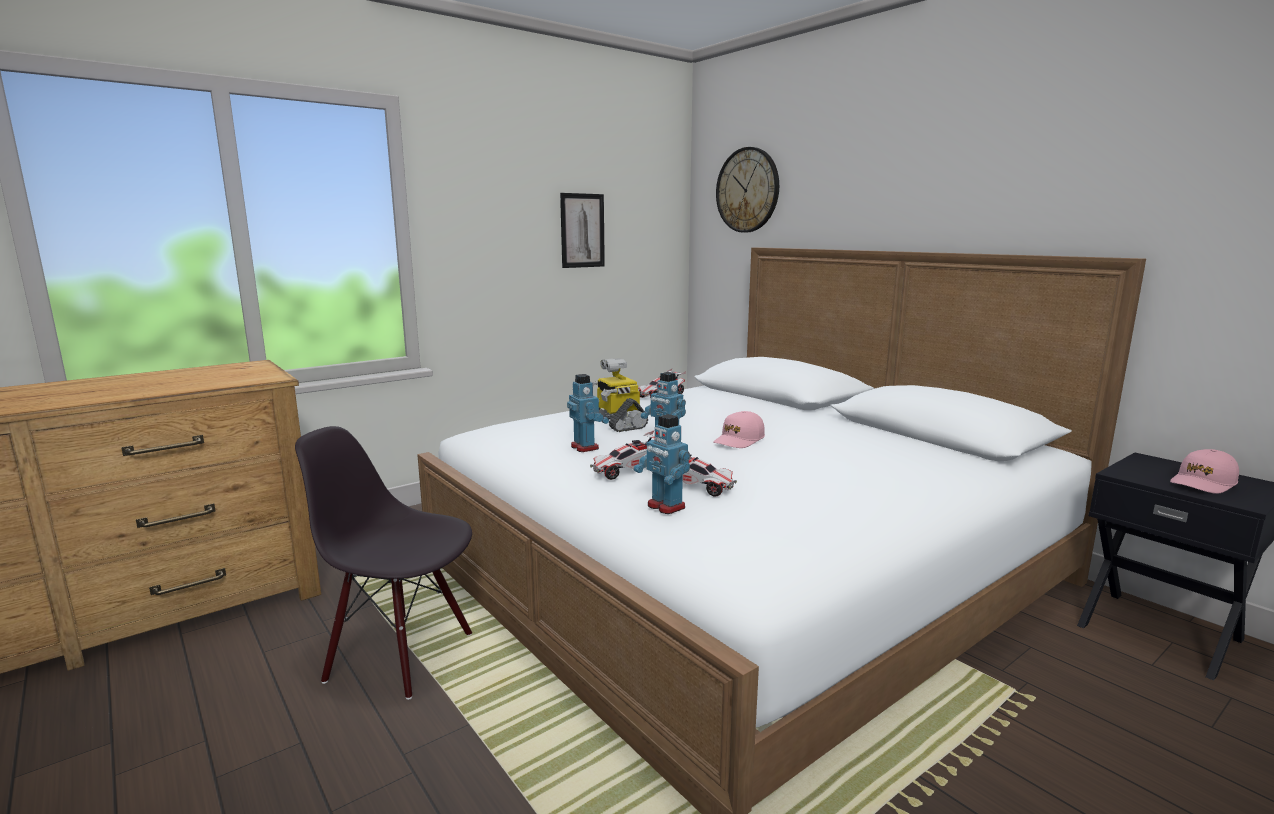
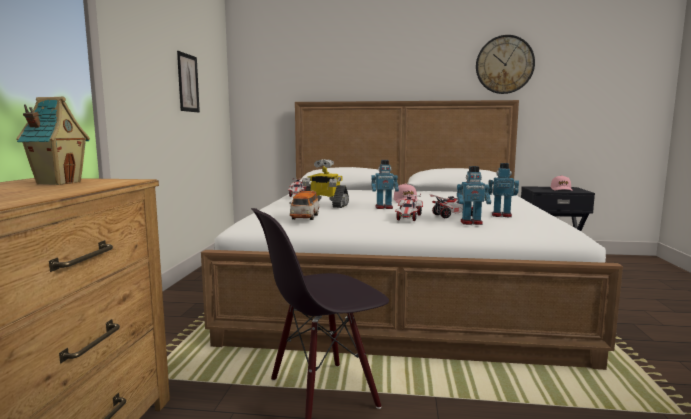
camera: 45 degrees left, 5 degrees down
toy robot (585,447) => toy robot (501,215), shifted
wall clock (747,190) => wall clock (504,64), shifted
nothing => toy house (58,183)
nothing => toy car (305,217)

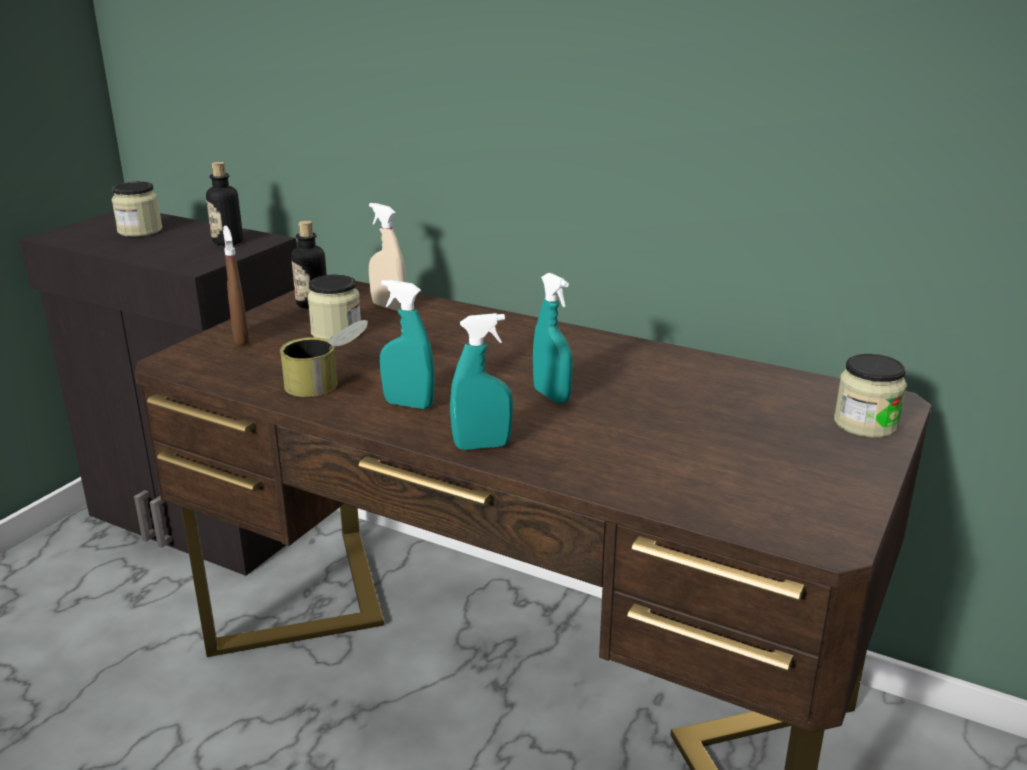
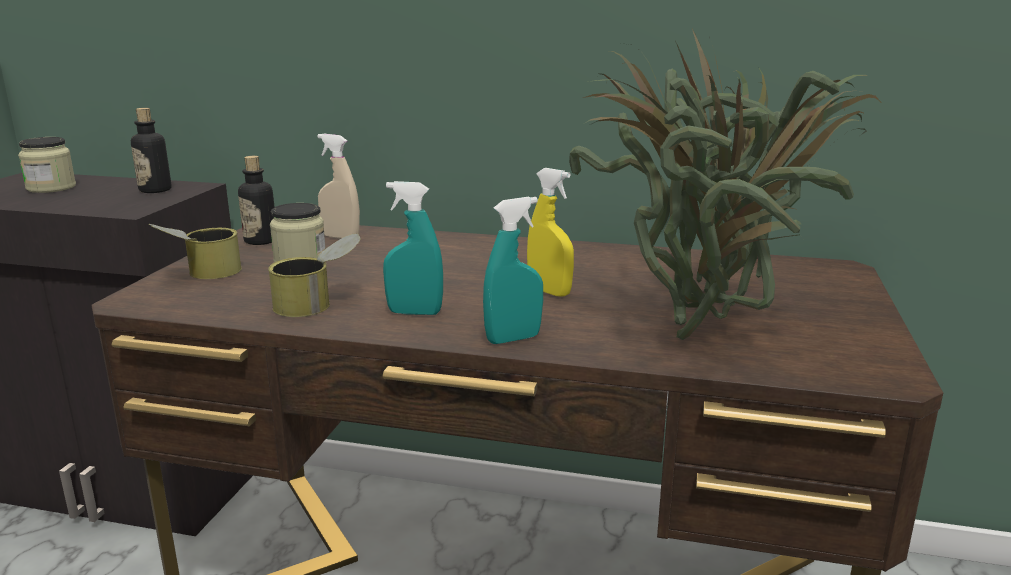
camera: 15 degrees left, 5 degrees down
brown spray bottle (241,338) => can (200,275)
turquoise spray bottle (551,396) => yellow spray bottle (549,292)
jar (865,424) => nothing
nothing => potted plant (712,332)

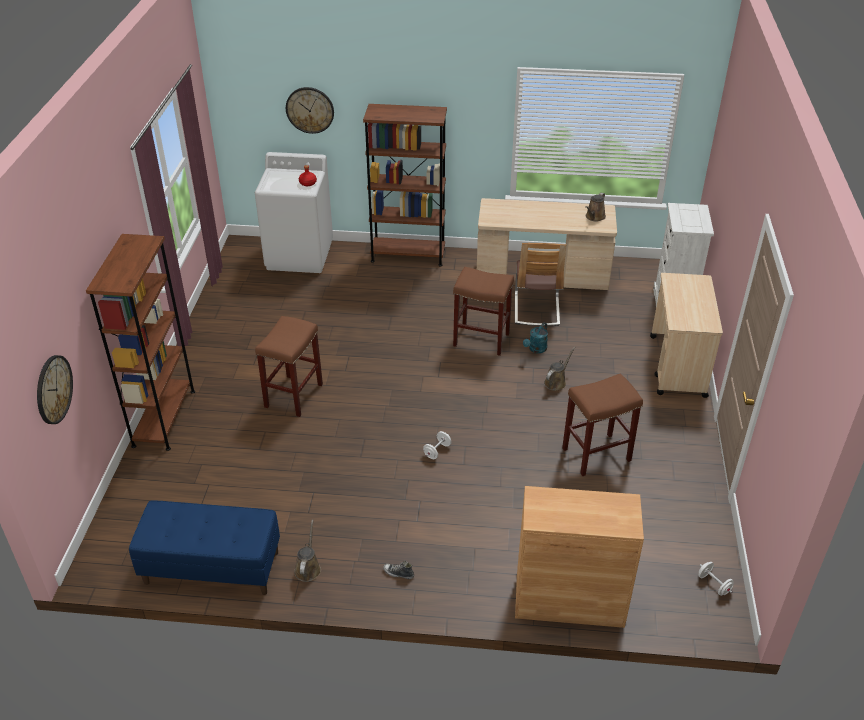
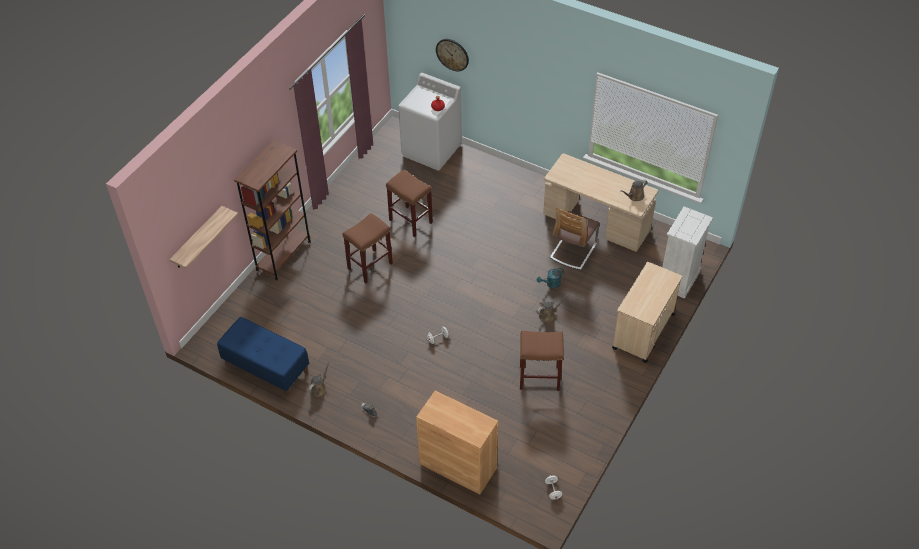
camera: 25 degrees right, 10 degrees up
wall clock (53,389) => shelf (197,238)
brown bookcase (408,255) => nothing
brown stool (480,340) => brown stool (410,221), shifted

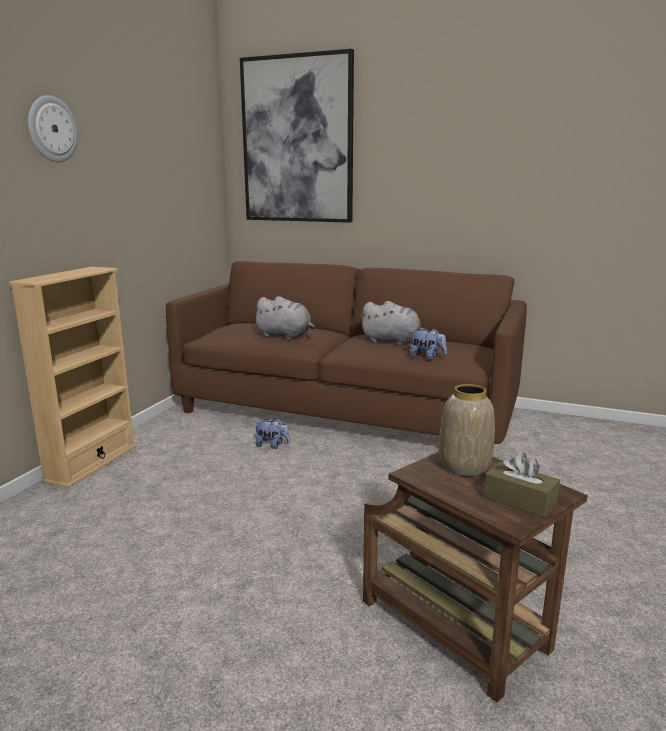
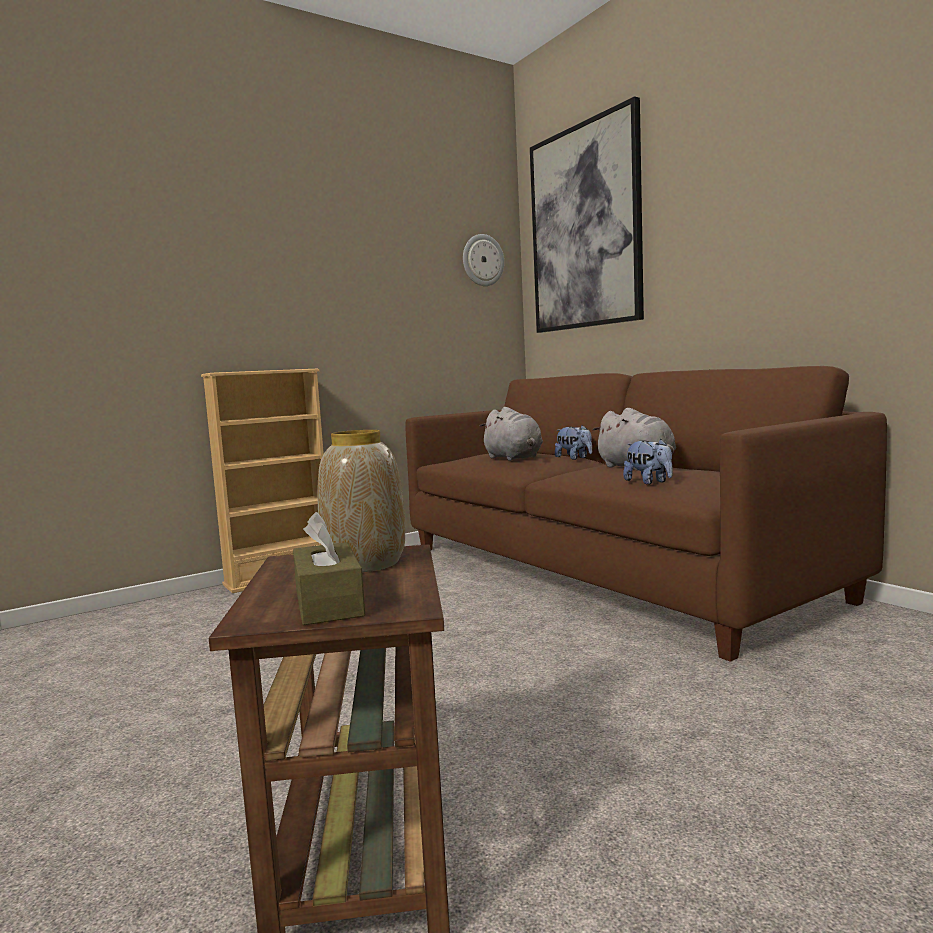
camera: 35 degrees right, 10 degrees down
wall clock (52,129) => wall clock (482,260), shifted
plush toy (272,445) => plush toy (574,458), shifted

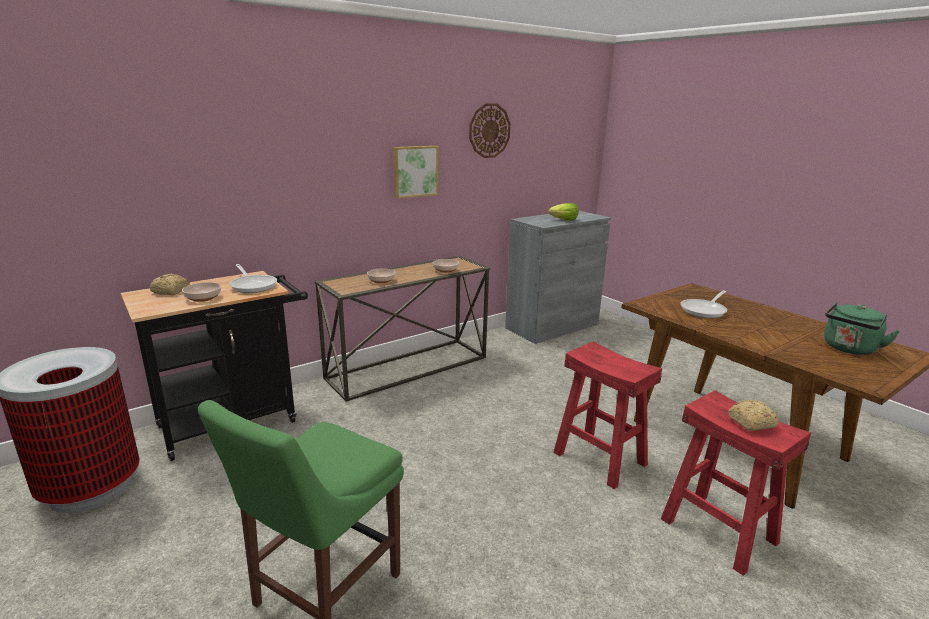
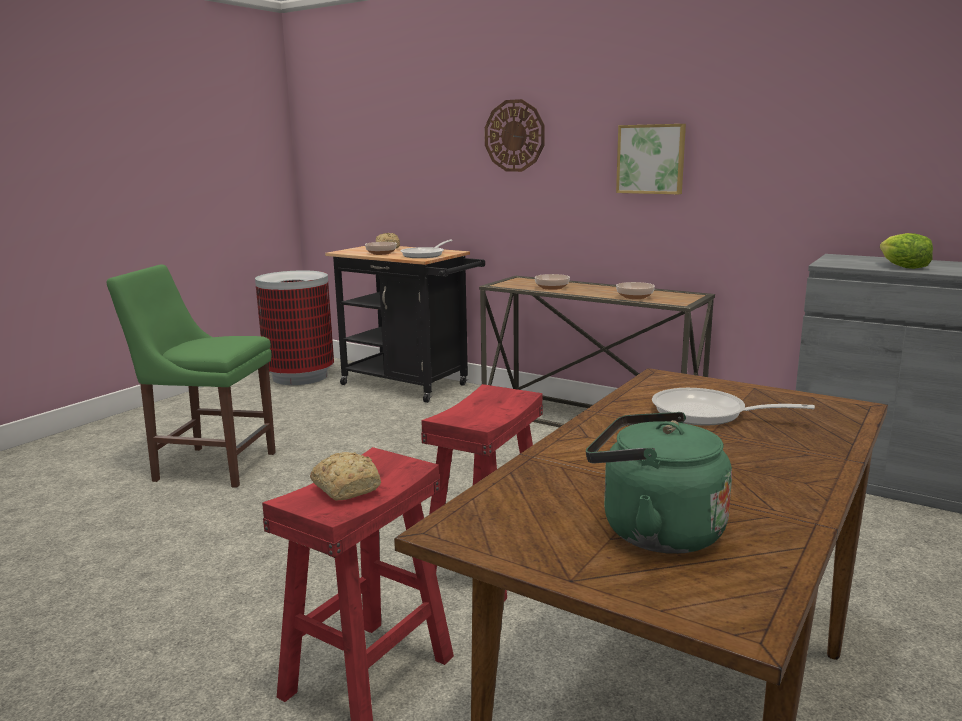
camera: 70 degrees right, 5 degrees down
wall clock (489,130) => wall clock (514,136), shifted

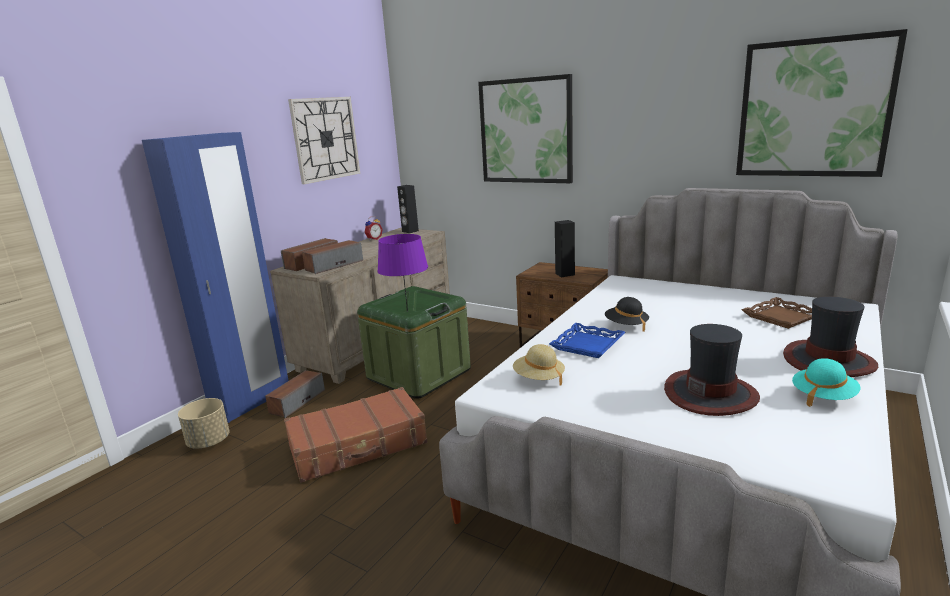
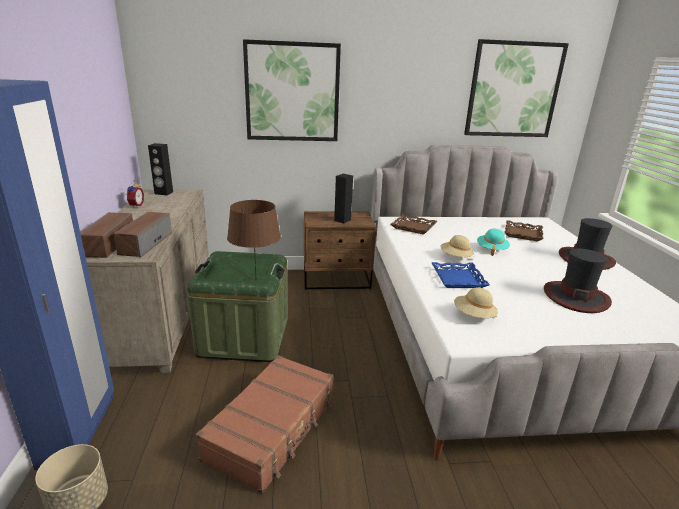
camera: 40 degrees left, 5 degrees up
speaker (297,401) => nothing
wall clock (325,139) => nothing
purple table lamp (407,311) => brown table lamp (255,279)
black hat (626,325) => beige hat (455,257)
turquoise hat (823,396) => turquoise hat (491,249), shifted
nothing => brown tray (413,227)

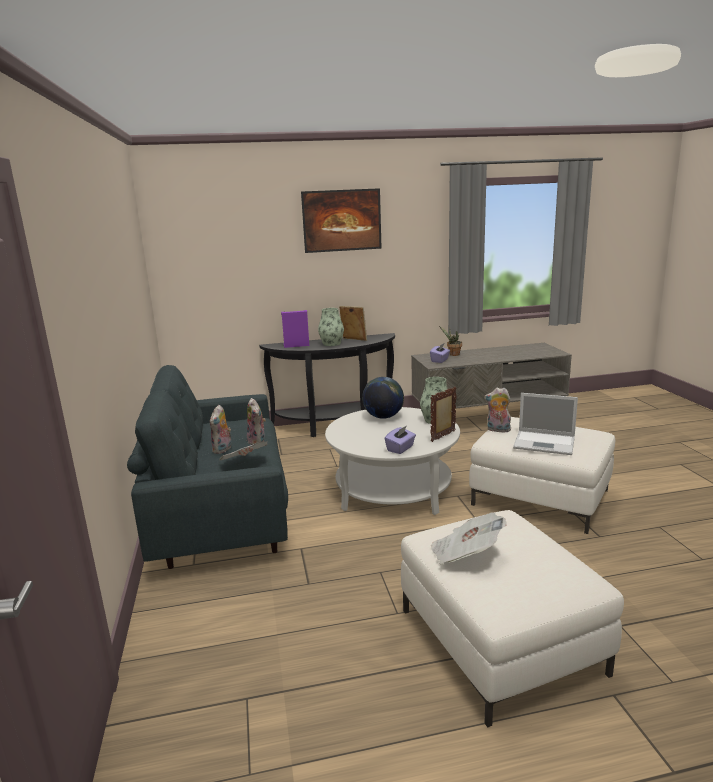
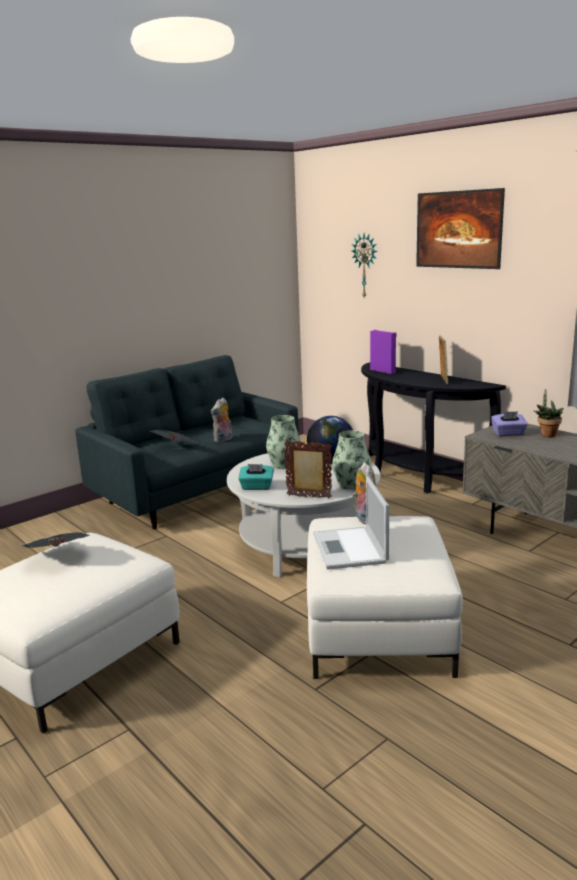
camera: 60 degrees right, 0 degrees up
plush toy (223,450) => nothing
vase (331,344) => vase (284,464), shifted
purple tissue box (400,448) => turquoise tissue box (256,487)
nothing => wall clock (366,265)

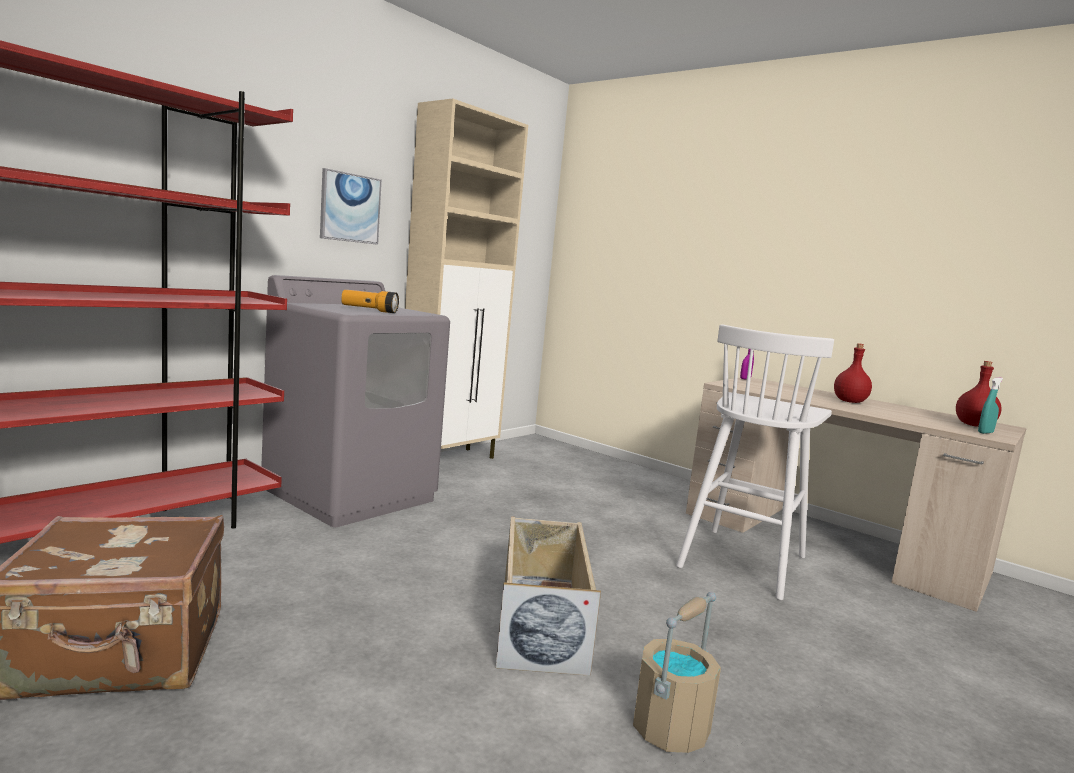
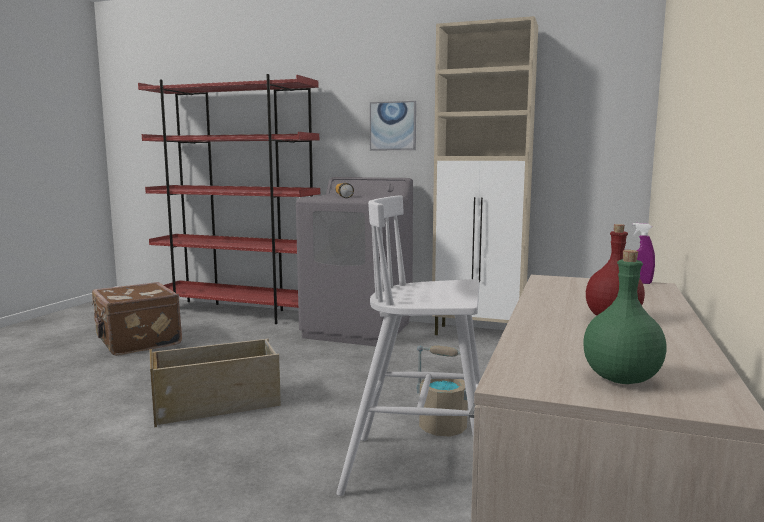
camera: 70 degrees right, 0 degrees up
beige bucket (669,729) => beige bucket (442,427), shifted
red bottle (973,425) => green bottle (620,378)
turquoise spray bottle (985,432) => nothing

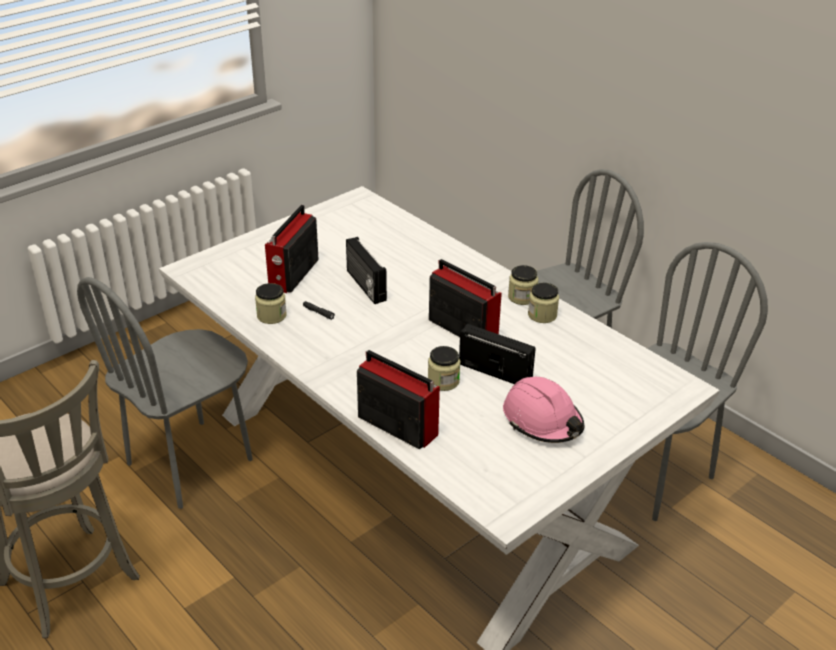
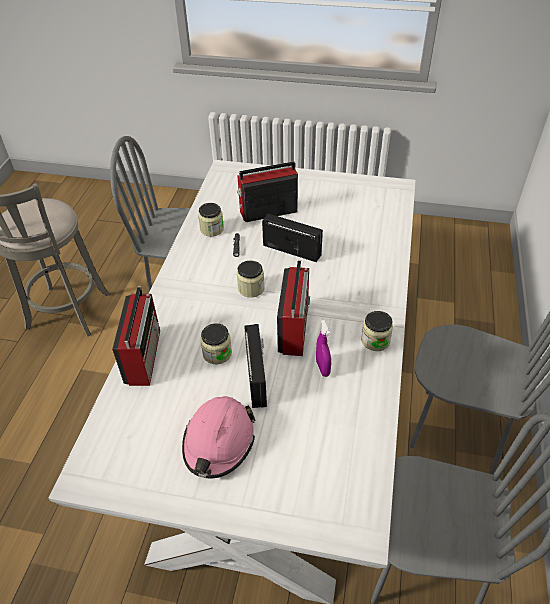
camera: 55 degrees right, 10 degrees up
radio (365,286) => radio (292,249), 90 degrees clockwise
jar (542,315) => jar (251,288), shifted
nothing => purple spray bottle (322,368)

